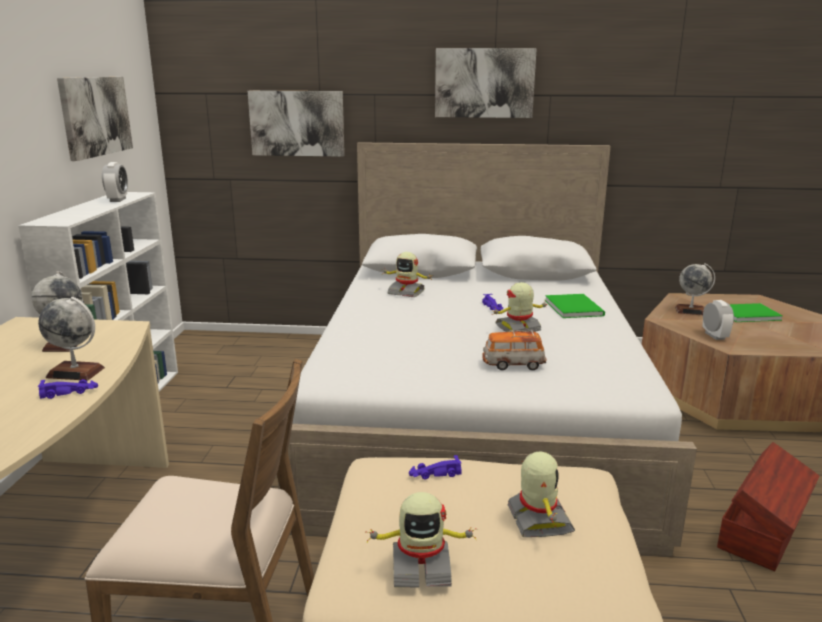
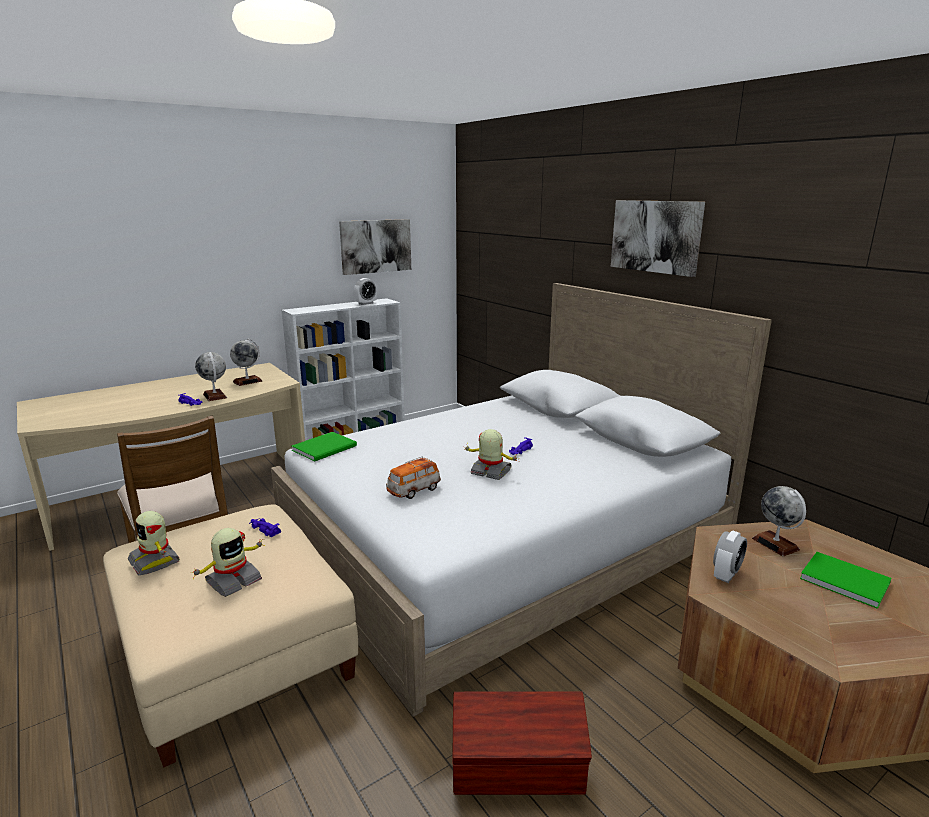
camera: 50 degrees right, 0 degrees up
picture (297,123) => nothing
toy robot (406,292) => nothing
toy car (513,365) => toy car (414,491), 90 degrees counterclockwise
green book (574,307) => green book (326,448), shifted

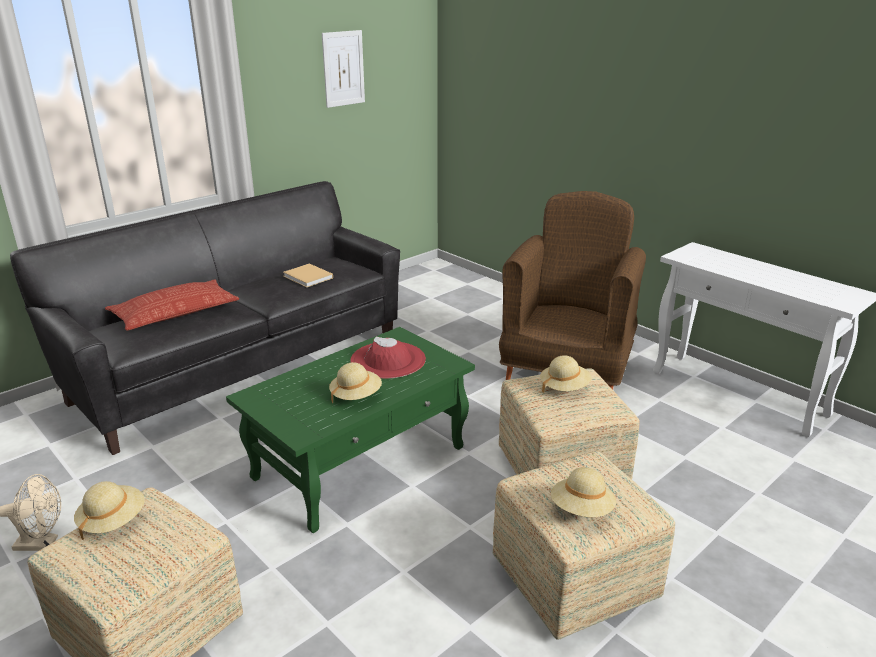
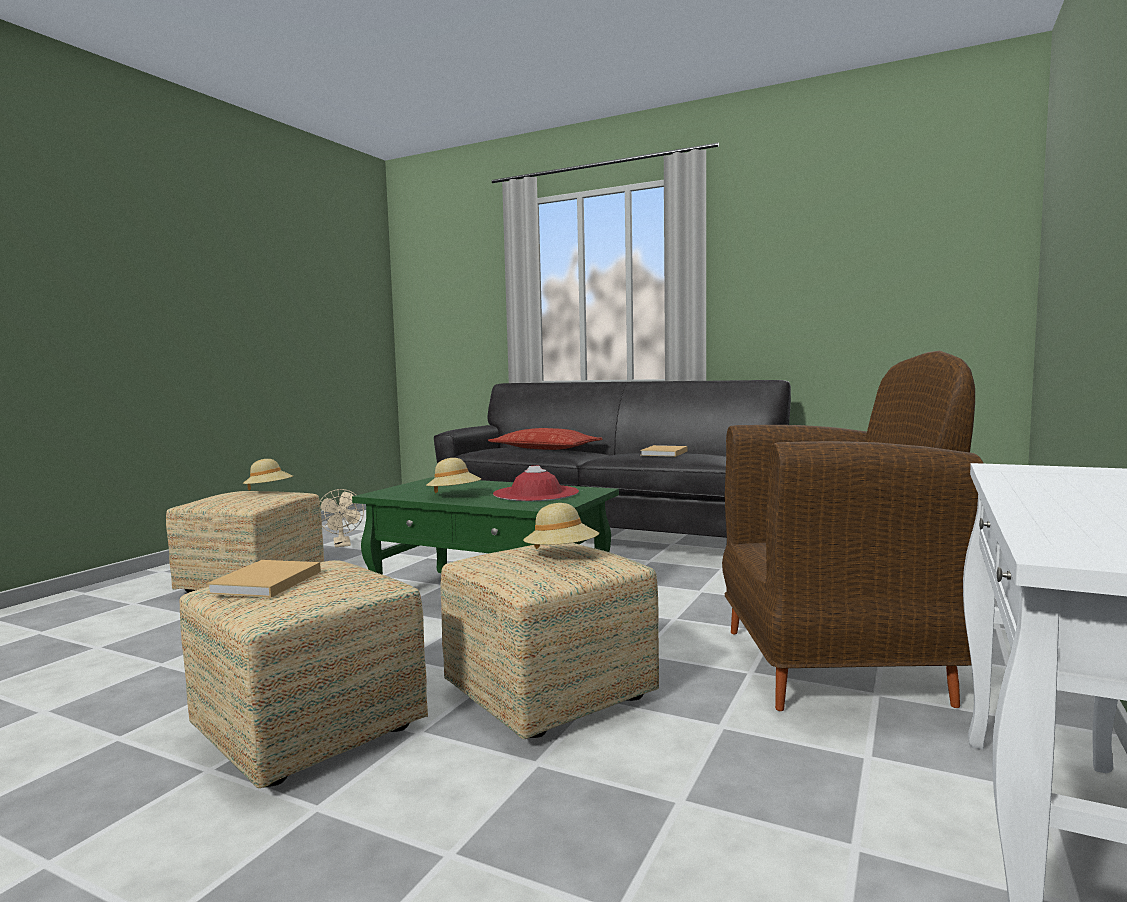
camera: 70 degrees right, 20 degrees down
picture (343,68) => nothing
beige hat (582,510) => beige book (264,583)

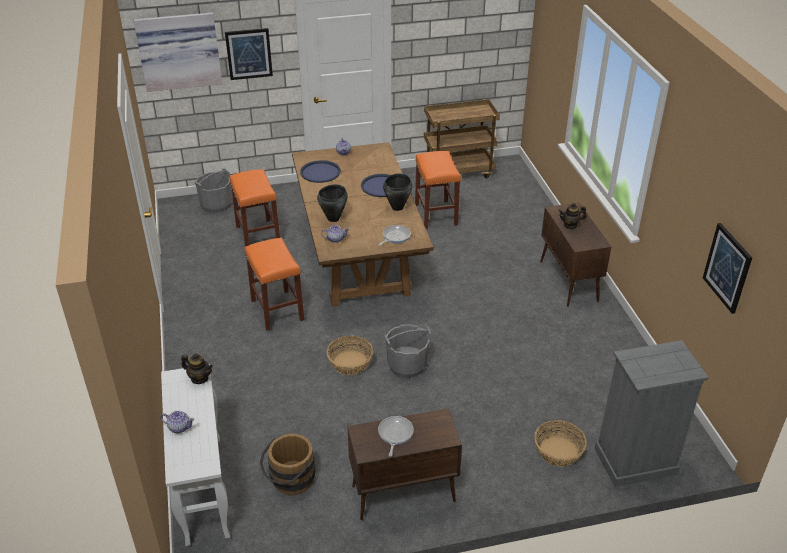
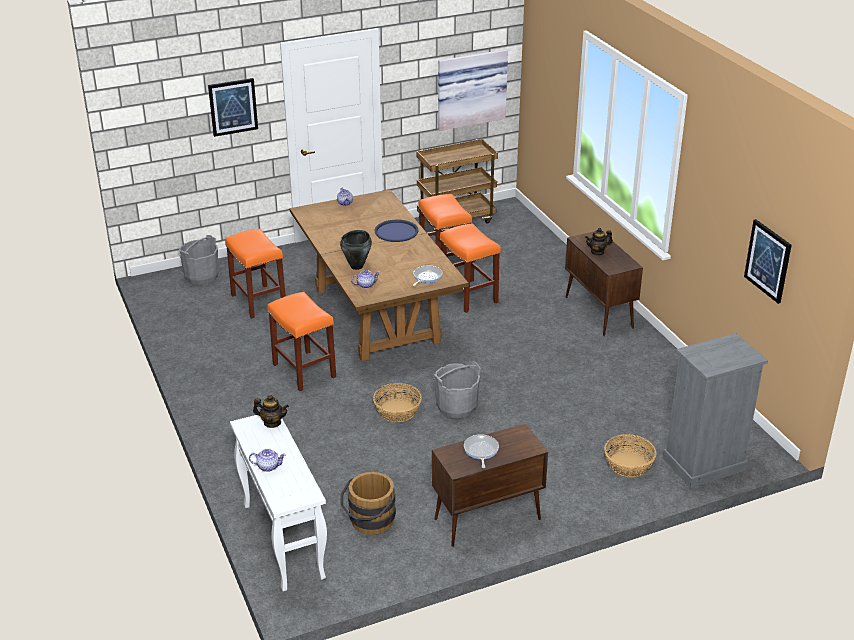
camera: 10 degrees left, 5 degrees down
picture (179,50) => picture (470,88), shifted
blue tray (320,172) => nothing
black cooking pot (398,207) => nothing
nothing => orange stool (469,296)

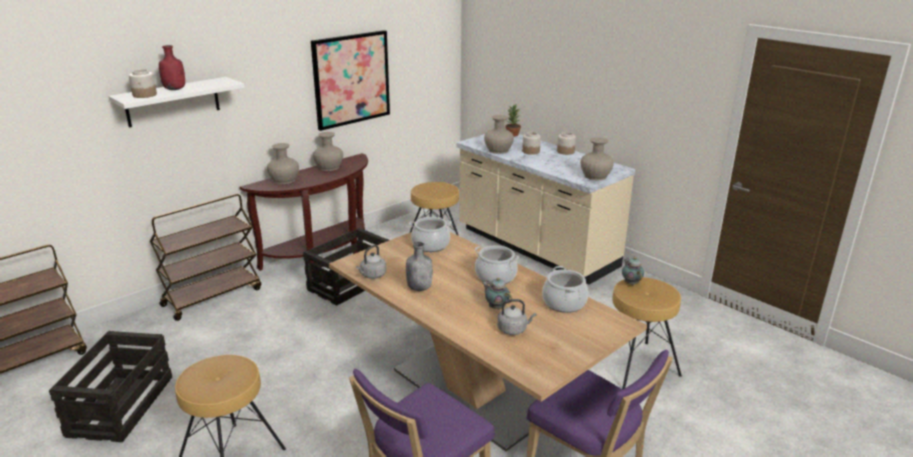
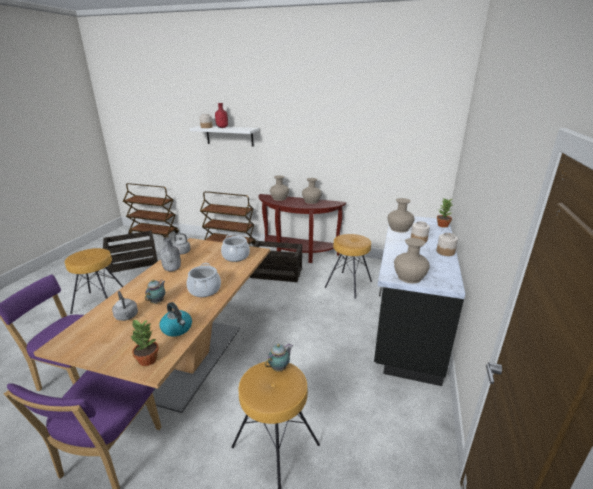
camera: 60 degrees right, 0 degrees up
picture (351,79) => nothing
beige counter (535,248) => black counter (406,325)
cooking pot (564,303) => kettle (177,329)
nothing => potted plant (147,360)

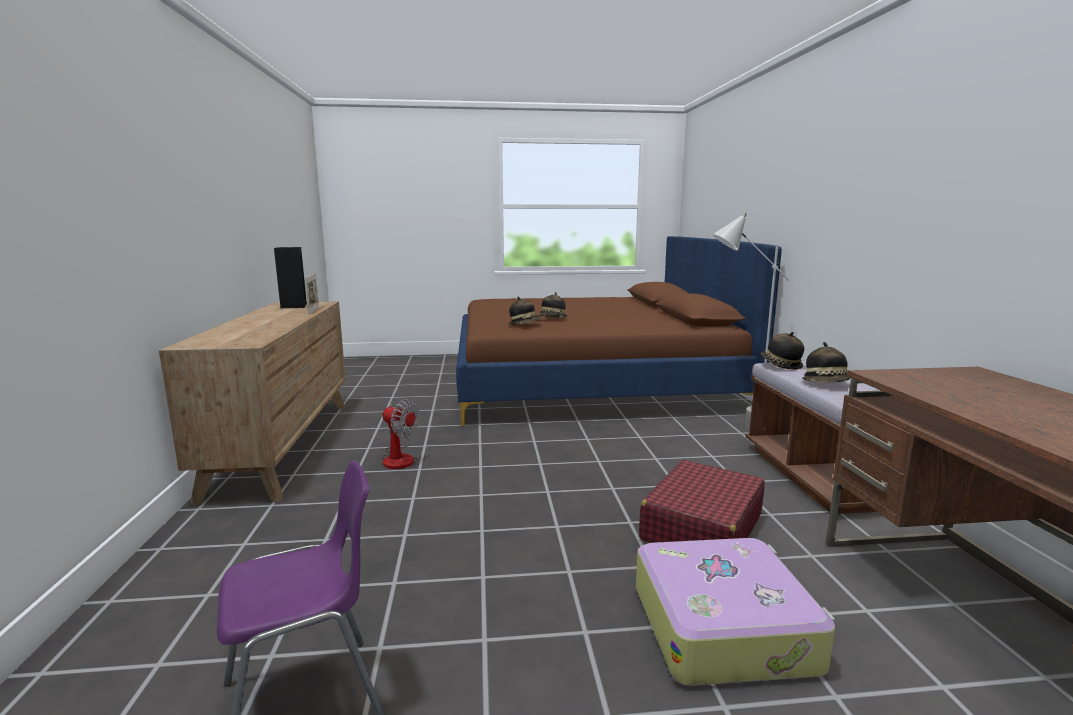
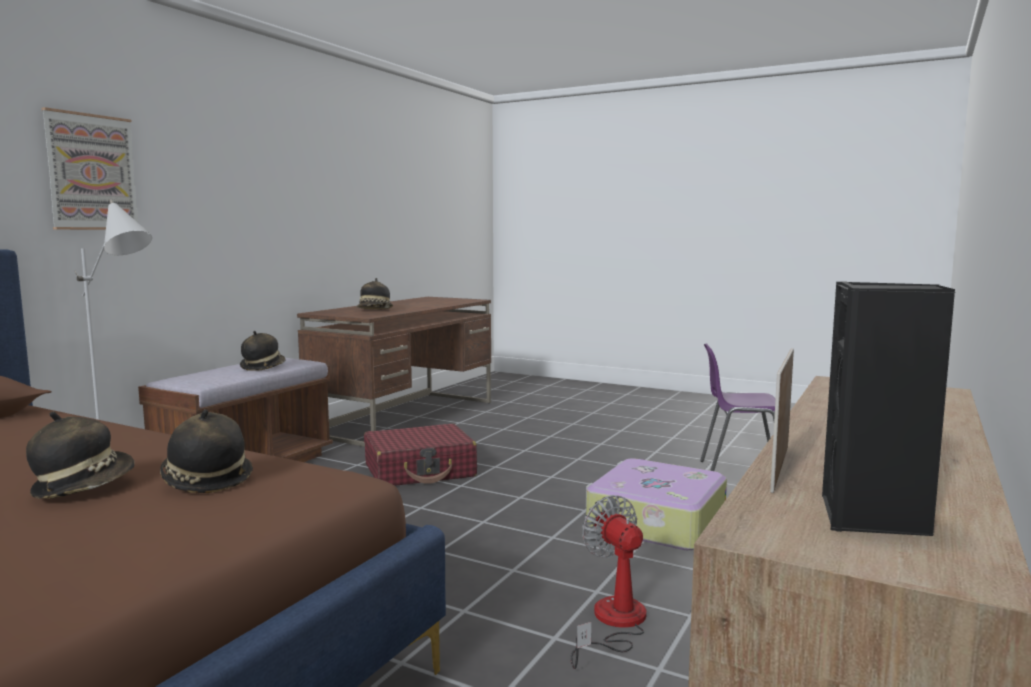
camera: 145 degrees left, 5 degrees down
suitcase (724,626) => suitcase (654,521), shifted
hat (780,365) => hat (375,311), shifted
nothing => picture (91,172)

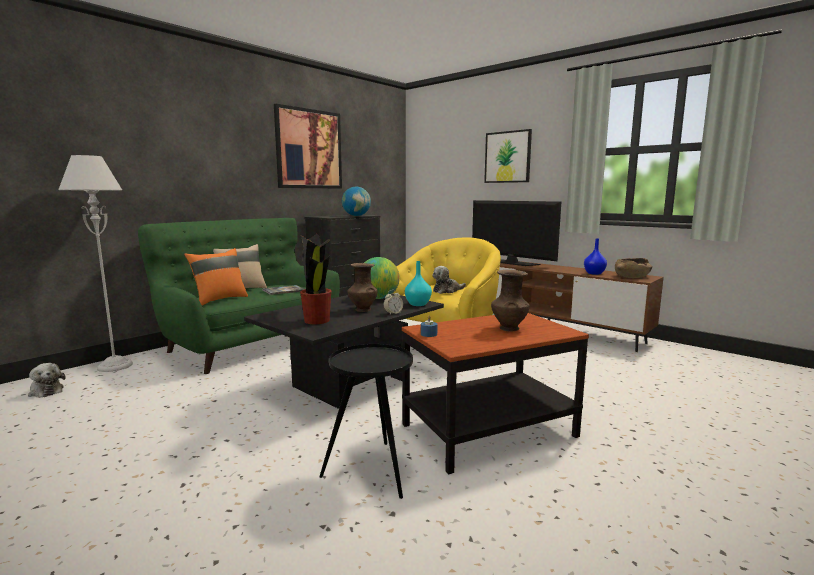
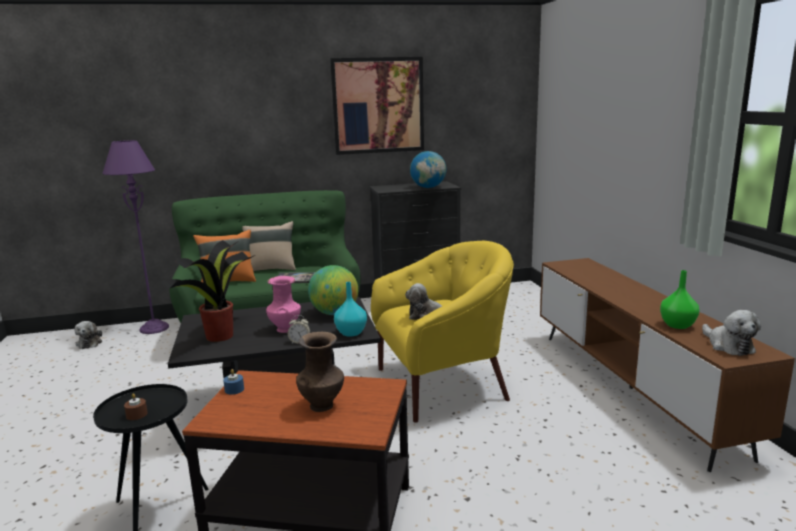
camera: 35 degrees right, 5 degrees up
grey floor lamp (115,366) => purple floor lamp (154,328)
brown vase (362,310) => pink vase (285,329)
television (512,263) => nothing
picture (507,157) => nothing
blue vase (594,273) => green vase (678,325)
brown bowl (631,276) => plush toy (728,346)
nothing => brown candle (136,414)

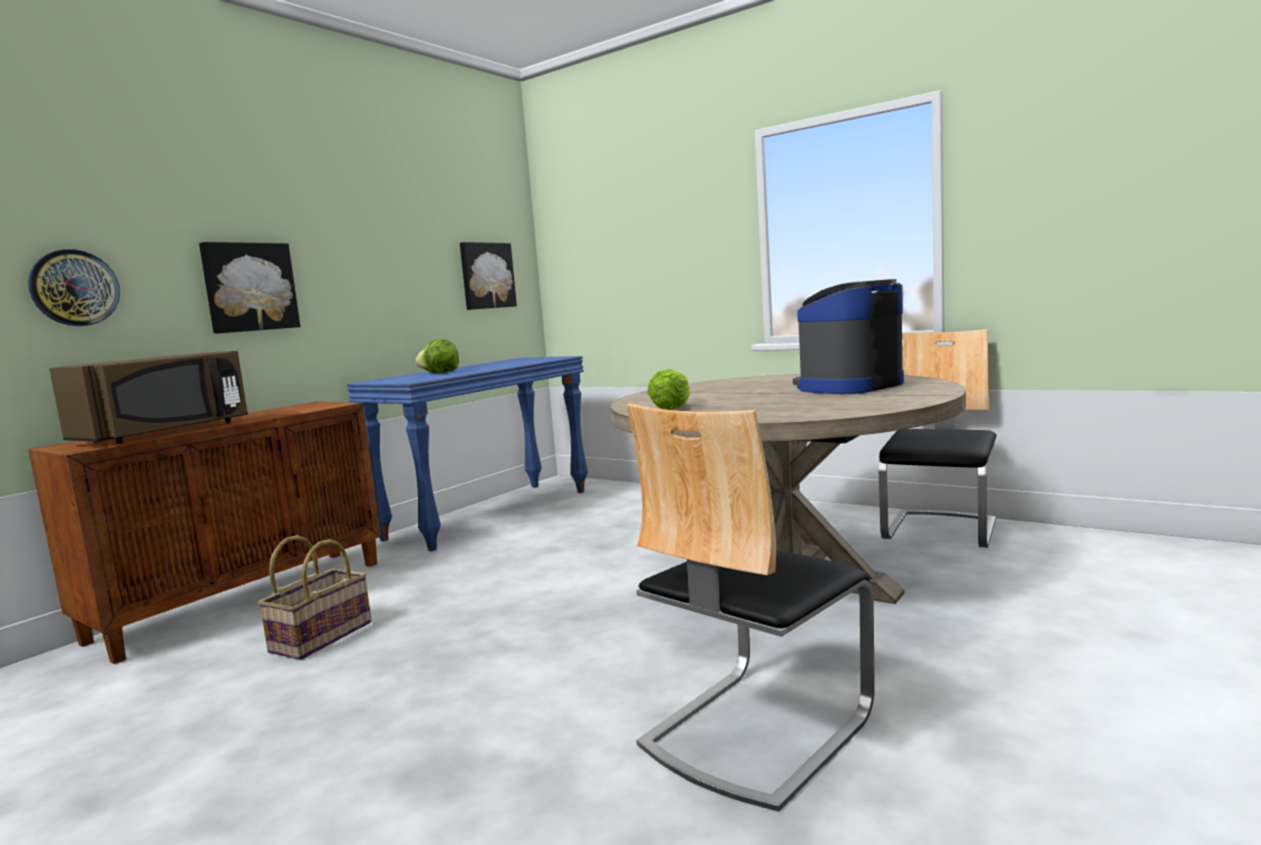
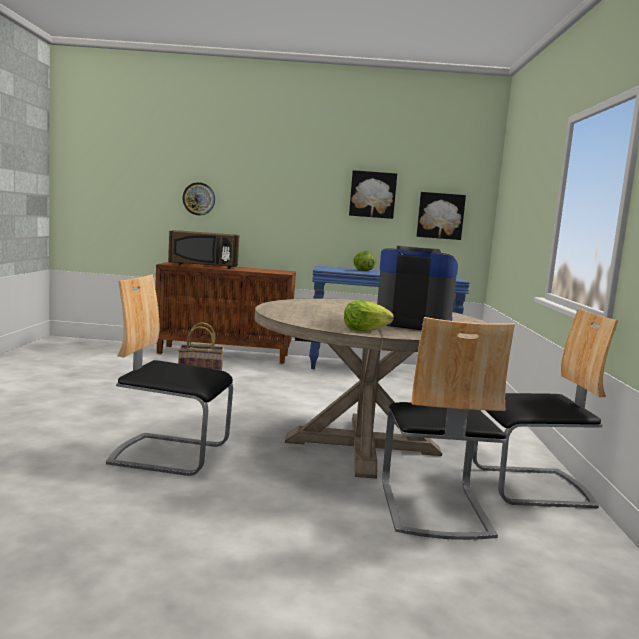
camera: 55 degrees right, 0 degrees up
picture (249,287) => picture (372,194), shifted
lettuce (671,408) => lettuce (364,330), shifted
nothing => chair (434,508)

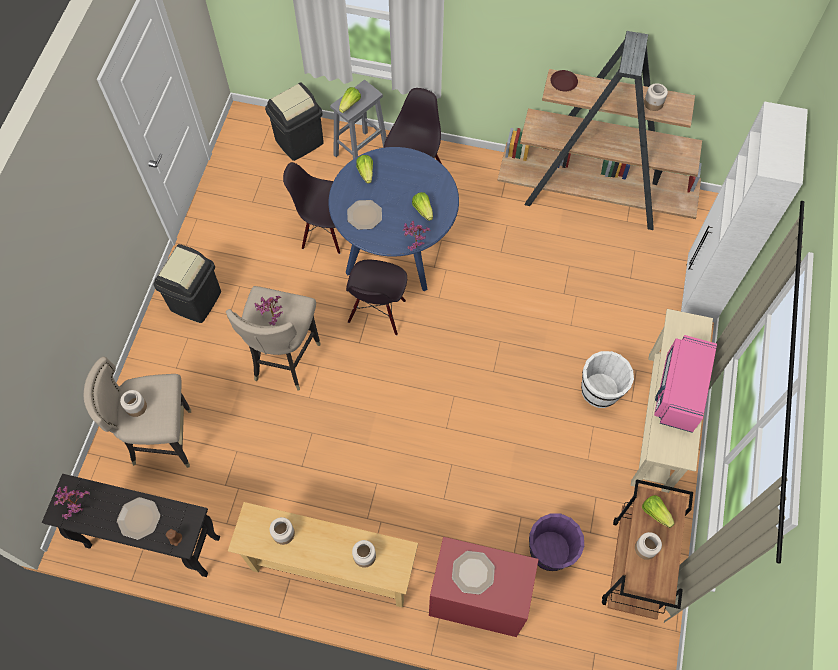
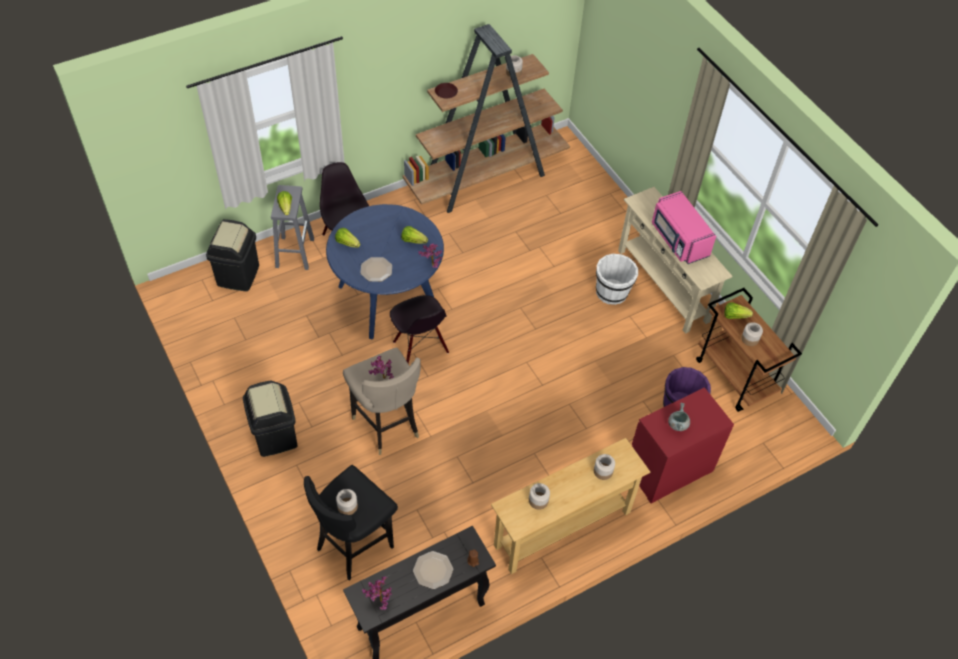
camera: 45 degrees left, 10 degrees down
beige stool (164,439) => black stool (354,544)
black chair (326,231) => nothing
plate (473,572) => grey cooking pot (677,424)
white cabinet (696,296) => nothing

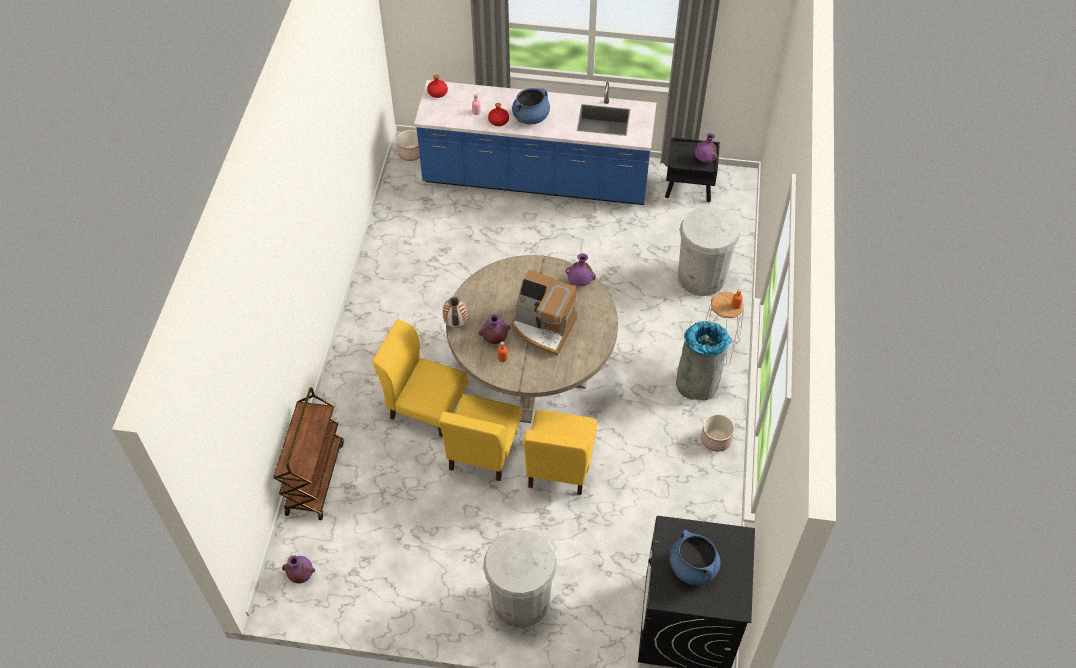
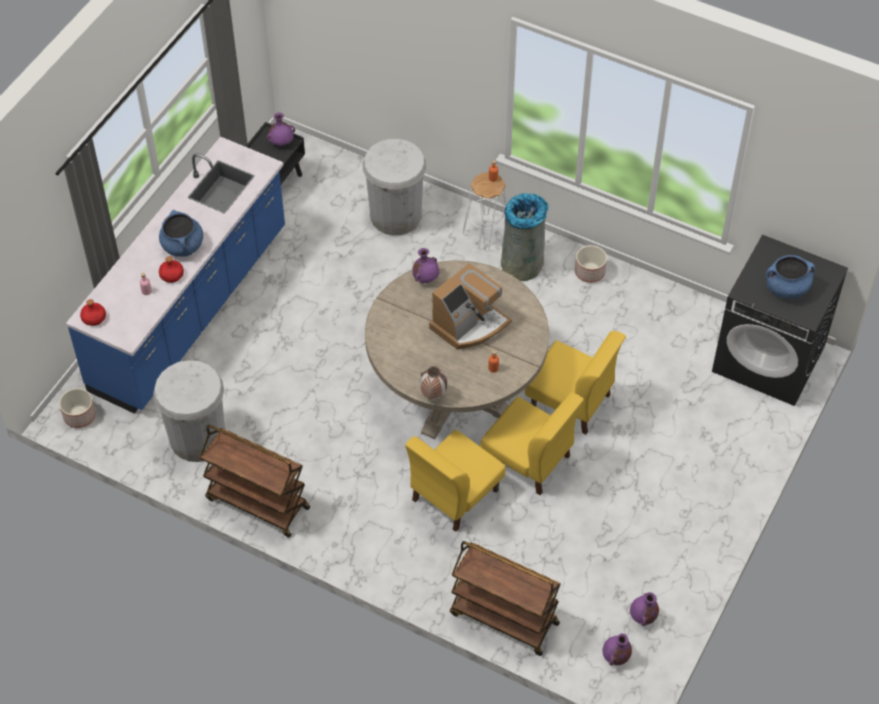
camera: 70 degrees left, 0 degrees up
purple vase (494,338) => purple vase (643,617), shifted
white trash can (521,600) => white trash can (197,438), shifted
nothing => brown cart (257,503)

